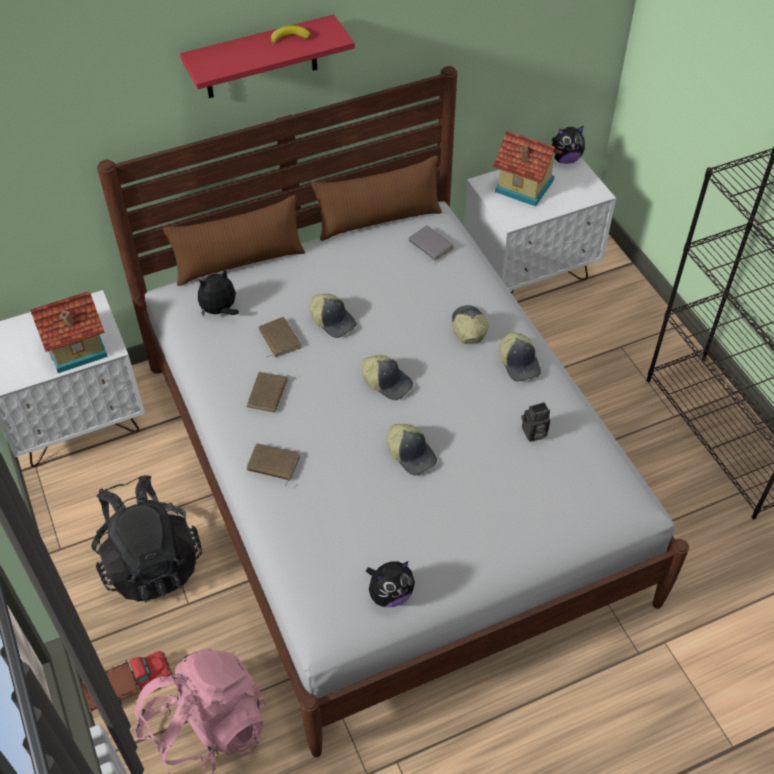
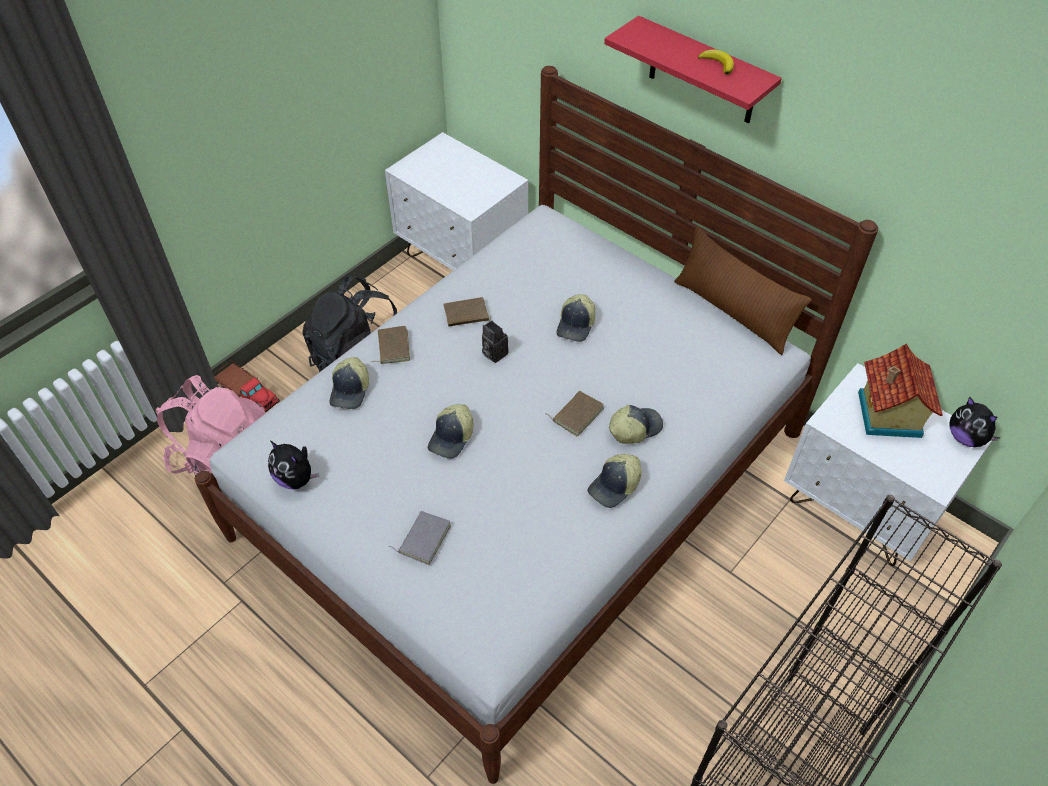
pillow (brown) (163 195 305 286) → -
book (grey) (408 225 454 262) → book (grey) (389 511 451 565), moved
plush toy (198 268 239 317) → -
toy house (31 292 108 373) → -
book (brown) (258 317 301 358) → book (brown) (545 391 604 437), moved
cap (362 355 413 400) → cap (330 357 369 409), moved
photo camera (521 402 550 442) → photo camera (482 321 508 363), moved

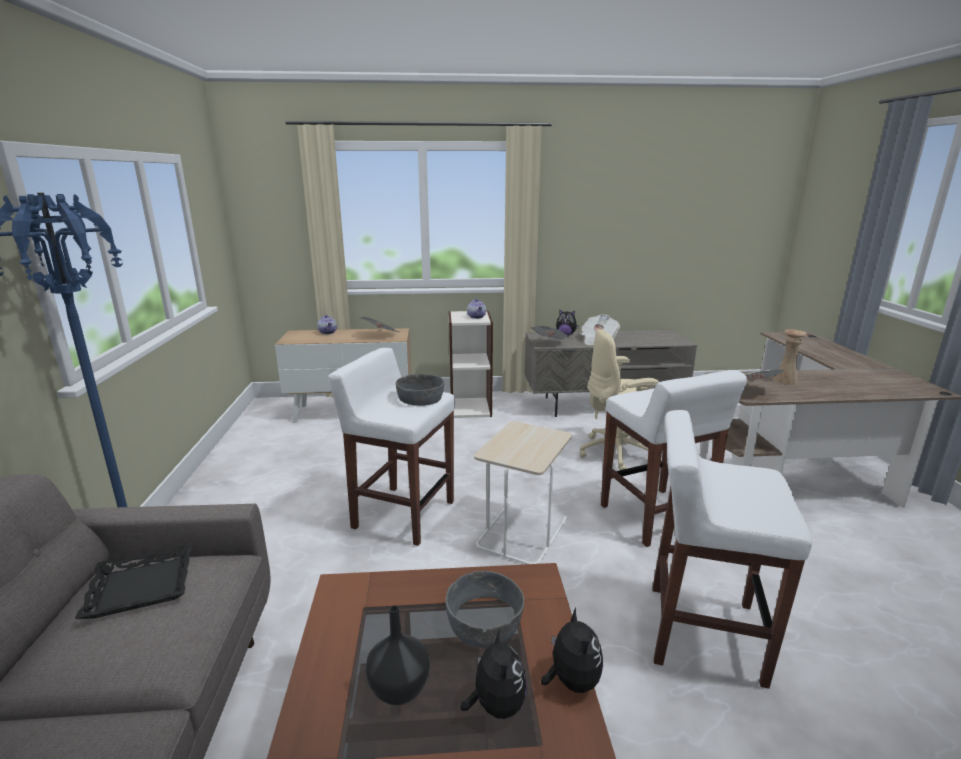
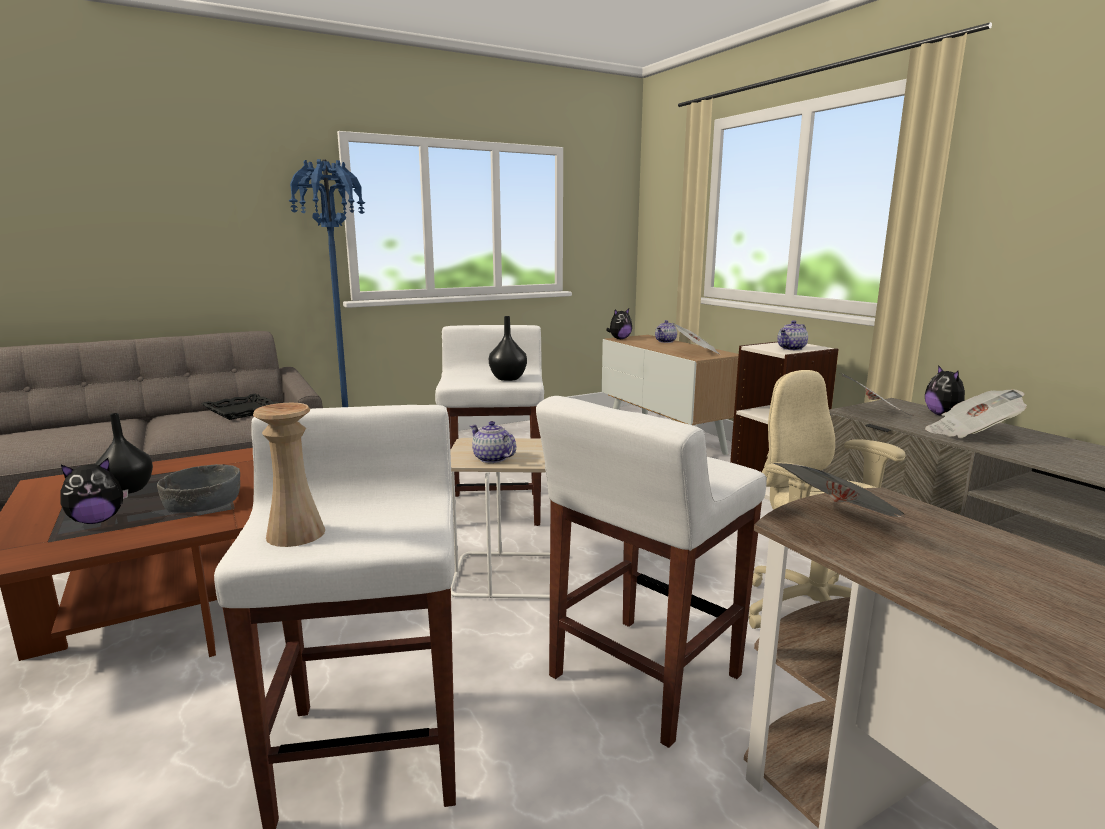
vase (beige) (774 330 807 385) → vase (beige) (253 403 325 547), moved
bowl (grey) (396 374 444 406) → vase (black) (489 316 527 381)
plush toy (541 608 603 693) → plush toy (606 309 632 339), moved
- → teapot (470 421 516 463)

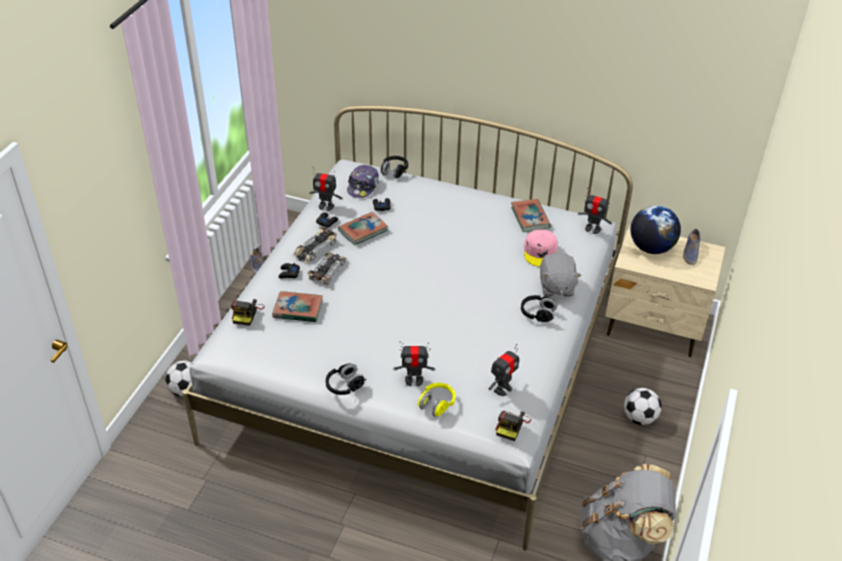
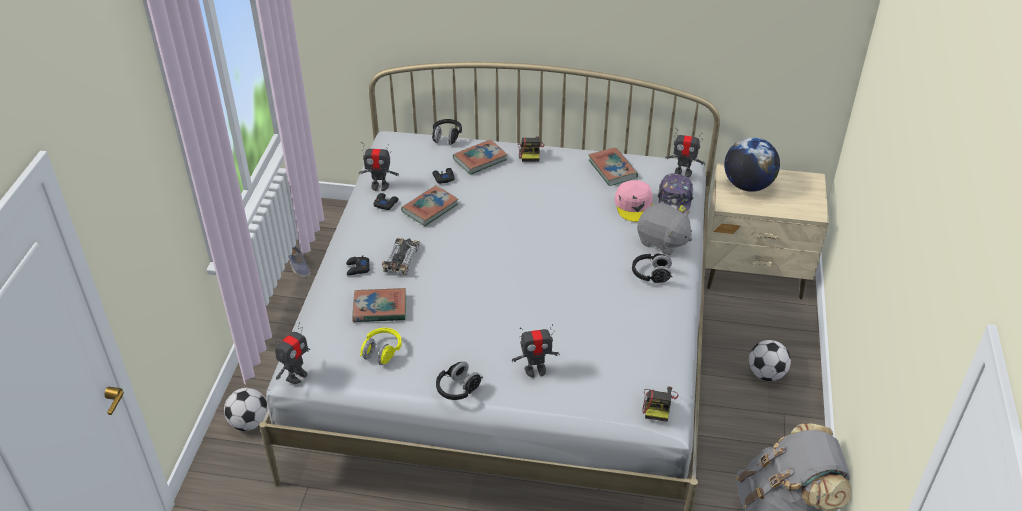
cap (347 165 379 198) → cap (658 174 693 214), moved
toy car (293 226 337 263) → -
shoe (683 229 701 265) → -
plush toy (grey) (540 253 582 297) → plush toy (grey) (637 203 692 255), 45 degrees counterclockwise
photo camera (231 299 265 326) → photo camera (518 136 544 162), moved
toy robot (489 344 519 396) → toy robot (275 322 310 384), moved
headphones (yellow) (417 383 455 417) → headphones (yellow) (360 328 402 365), moved
- → book (453 139 508 175)

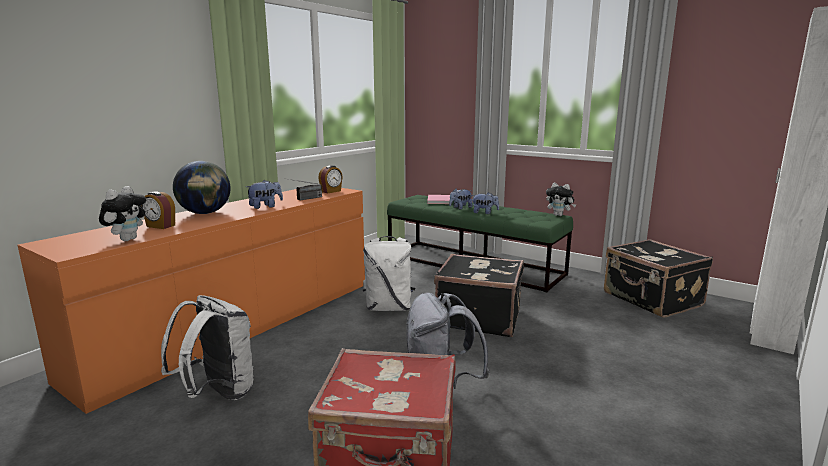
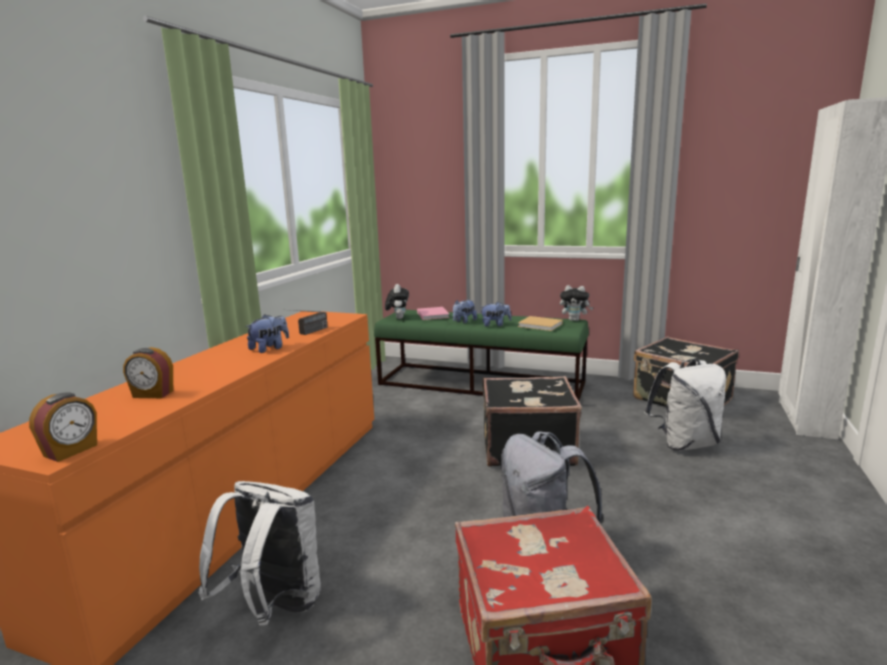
globe (173 161 231 214) → -
alarm clock (318 165 343 193) → alarm clock (29 392 97 462), moved
plush toy (99 186 146 241) → plush toy (385 284 409 319), moved
backpack (white) (363 236 416 311) → backpack (white) (644 359 726 451), moved
- → book (beige) (518 316 563 331)

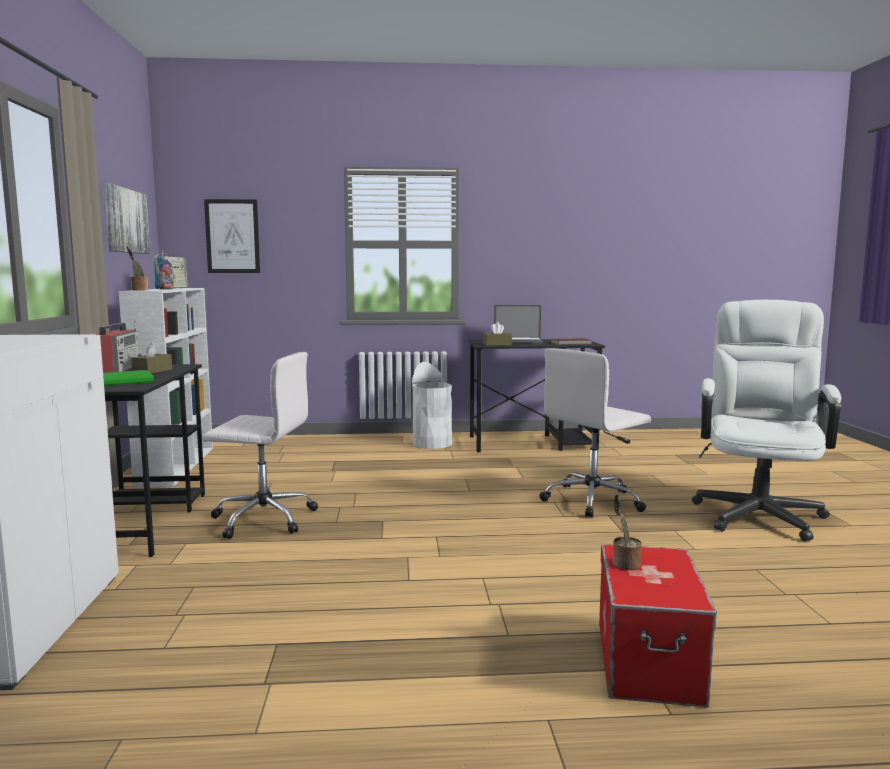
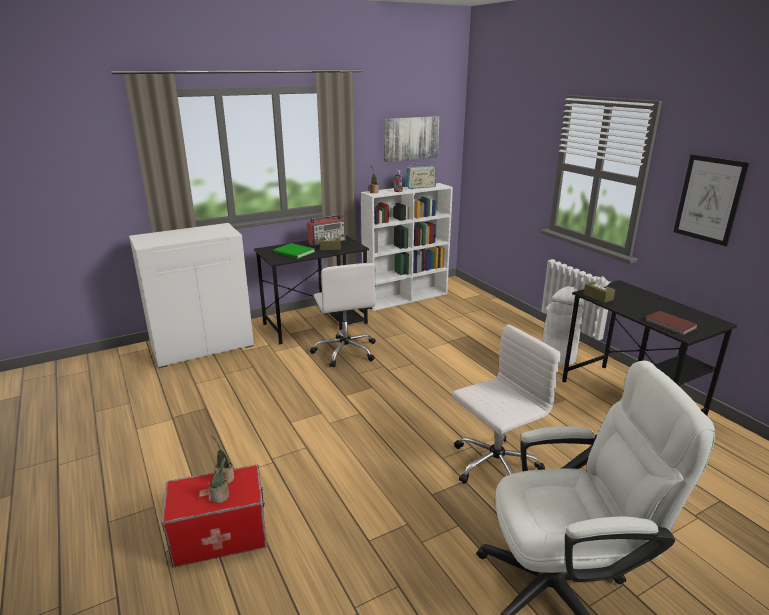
picture (204 199 260 273) → picture (674 155 749 246), moved
laptop (494 305 543 344) → -
office chair (white) (539 348 651 518) → office chair (white) (452 324 561 484), 120 degrees clockwise
- → potted plant (209 457 229 503)

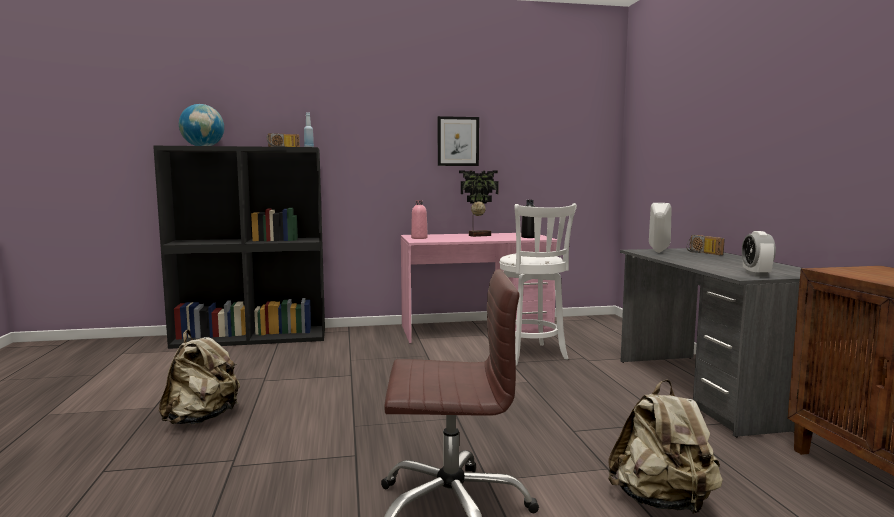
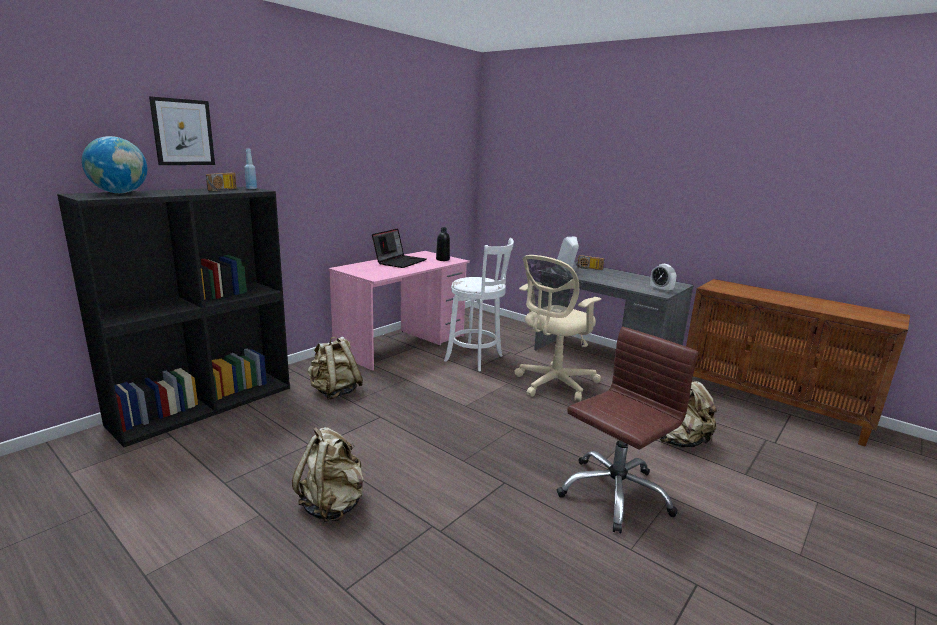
picture (438 116 479 166) → picture (149 96 215 165), moved
potted plant (459 170 499 237) → laptop (372 228 426 268)
bottle (pink) (411 200 428 239) → -
- → office chair (beige) (514 255 601 401)
- → backpack (beige) (307 336 363 400)

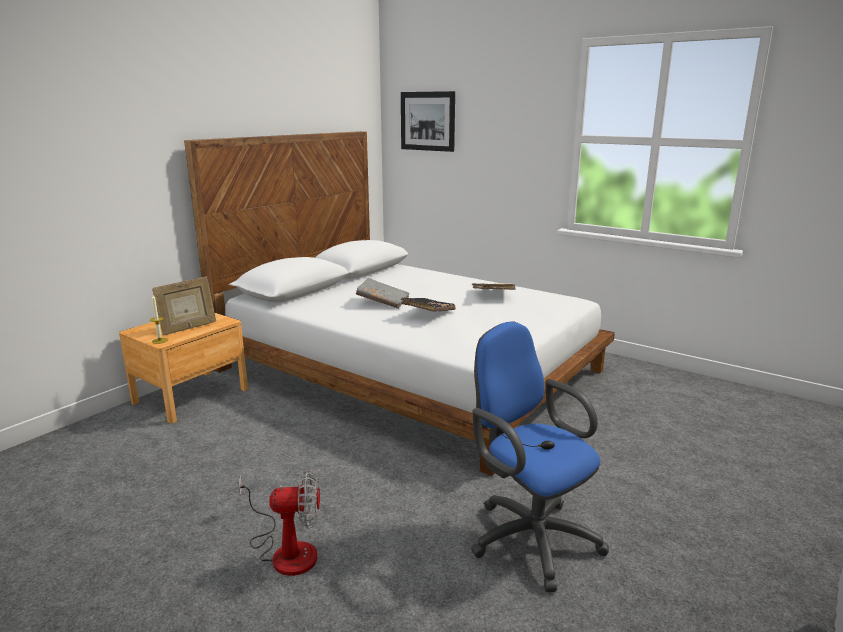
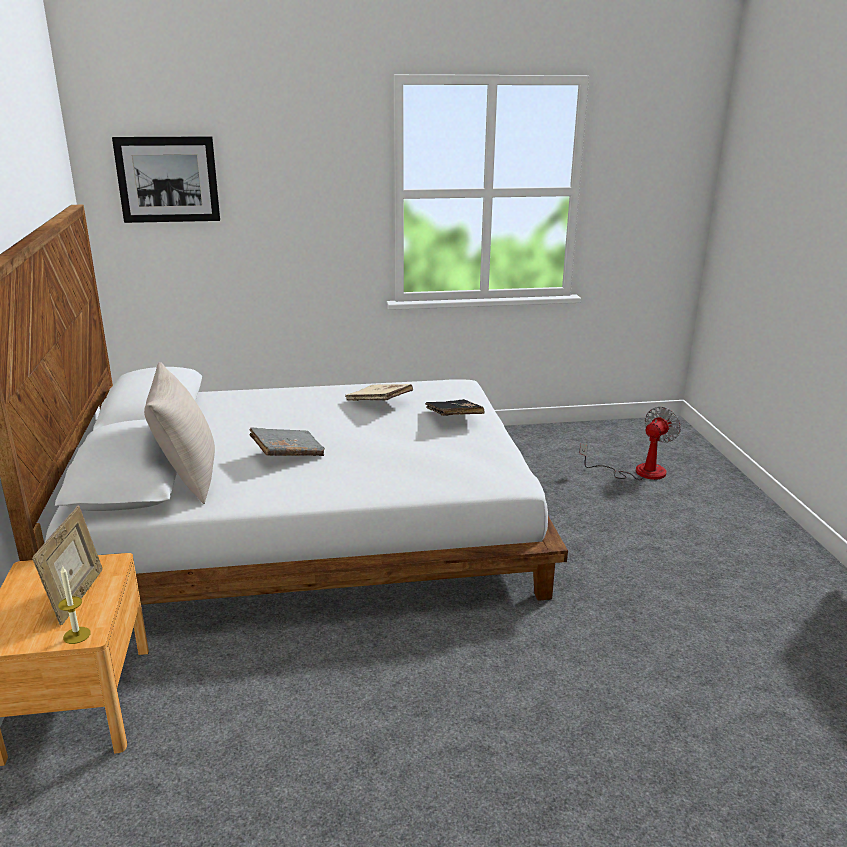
book (black) (401 298 456 312) → book (black) (425 399 485 416), moved
office chair (blue) (471 321 609 592) → -
fan (238 470 320 576) → fan (579 407 681 480), moved
- → pillow (beige) (144 362 215 504)

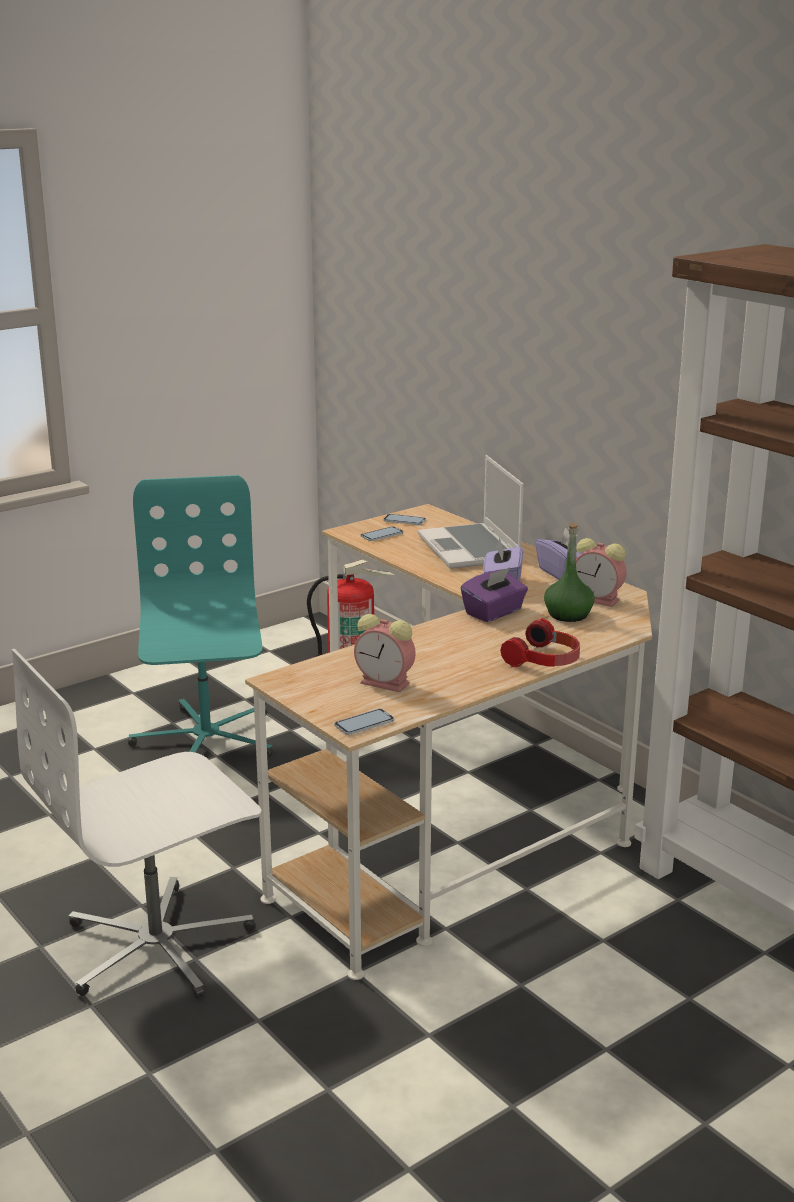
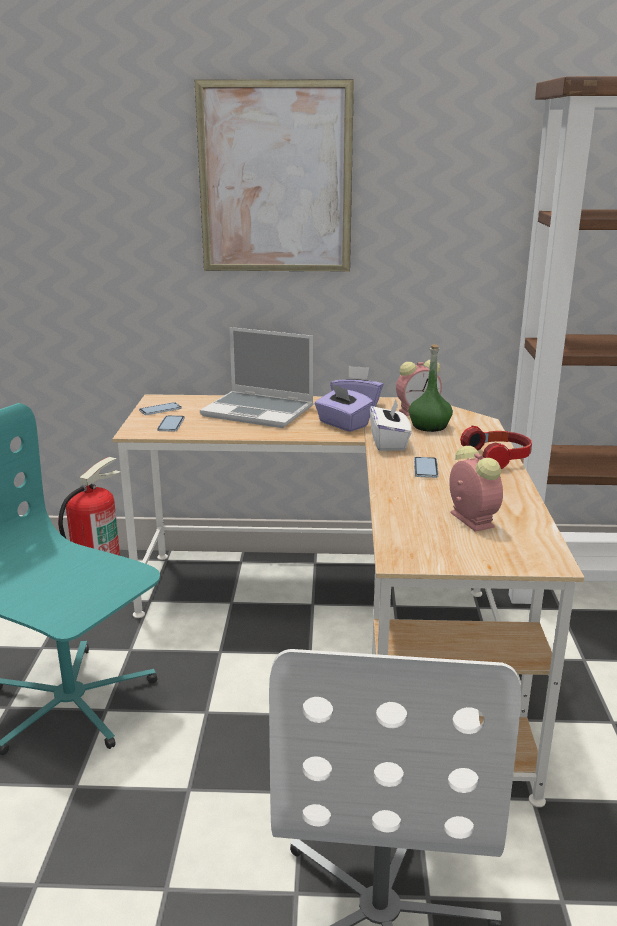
tissue box (purple) (461 567 528 622) → tissue box (white) (370 399 412 451)
alarm clock (354 614 416 692) → alarm clock (449 446 503 532), 90 degrees counterclockwise
phone (334 709 394 735) → phone (414 457 439 478), moved
- → picture (195 79 354 271)

